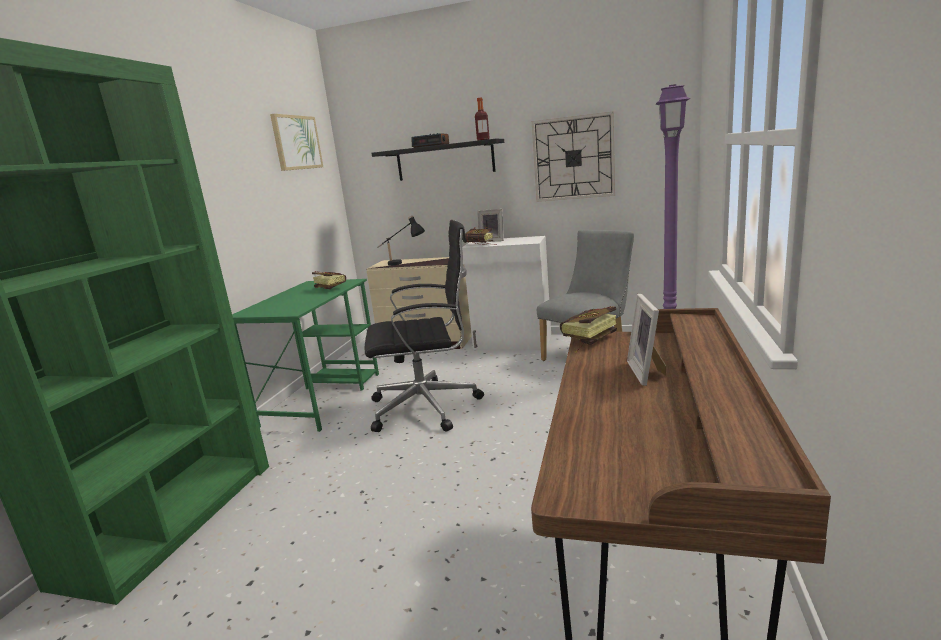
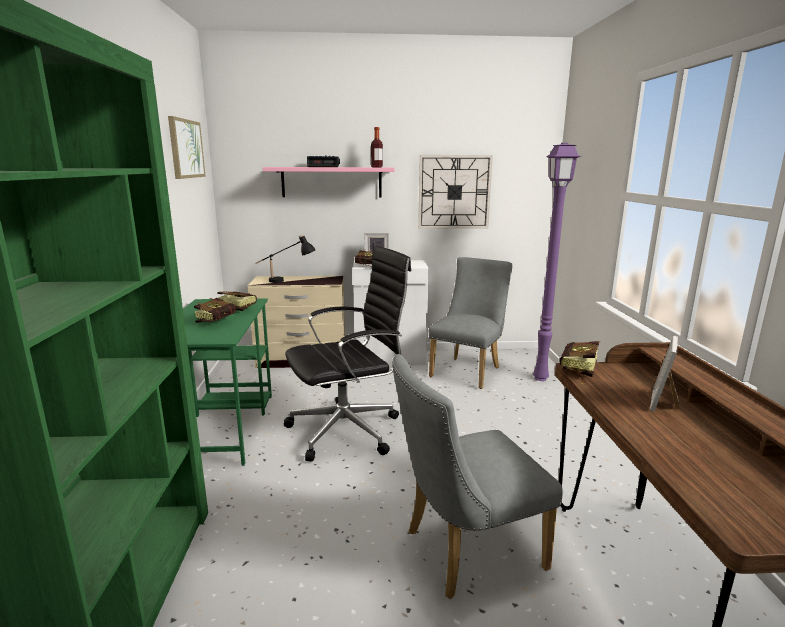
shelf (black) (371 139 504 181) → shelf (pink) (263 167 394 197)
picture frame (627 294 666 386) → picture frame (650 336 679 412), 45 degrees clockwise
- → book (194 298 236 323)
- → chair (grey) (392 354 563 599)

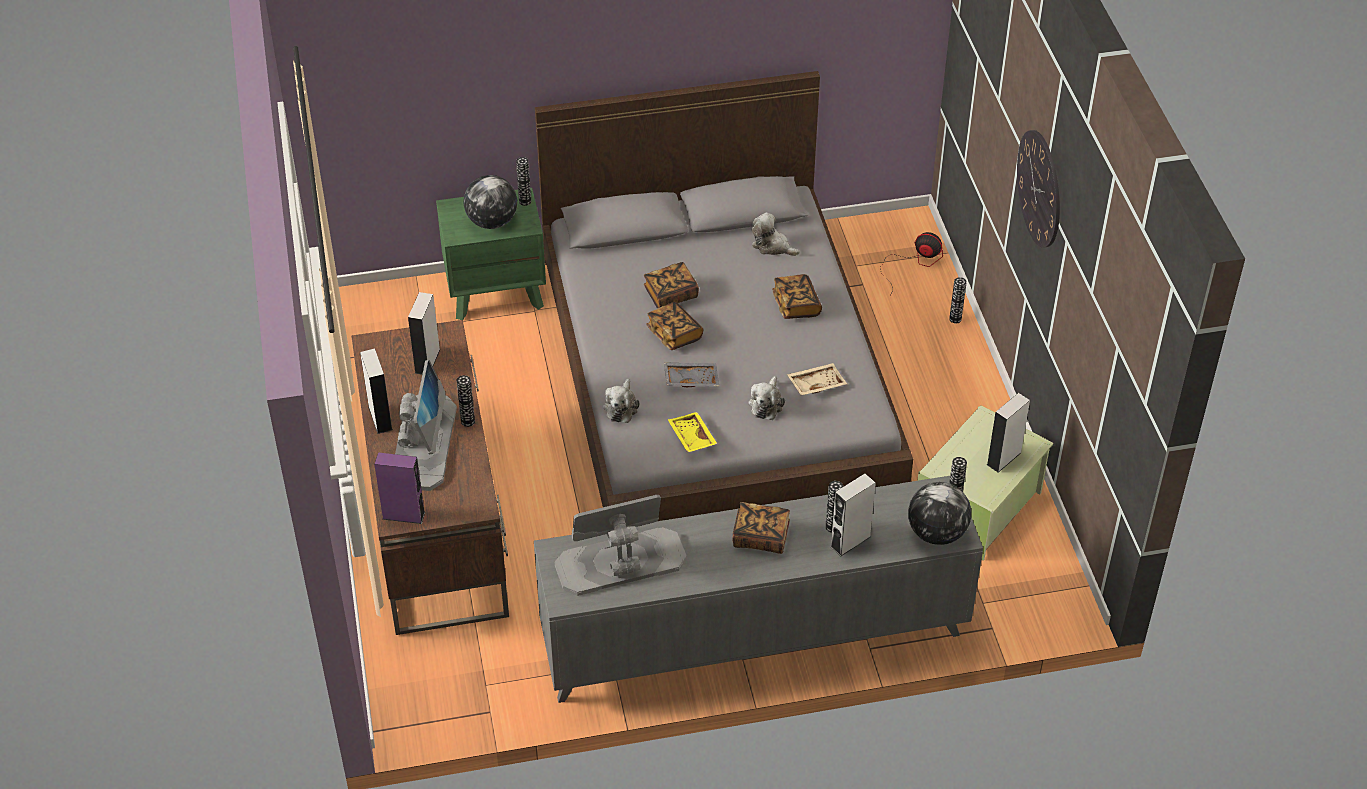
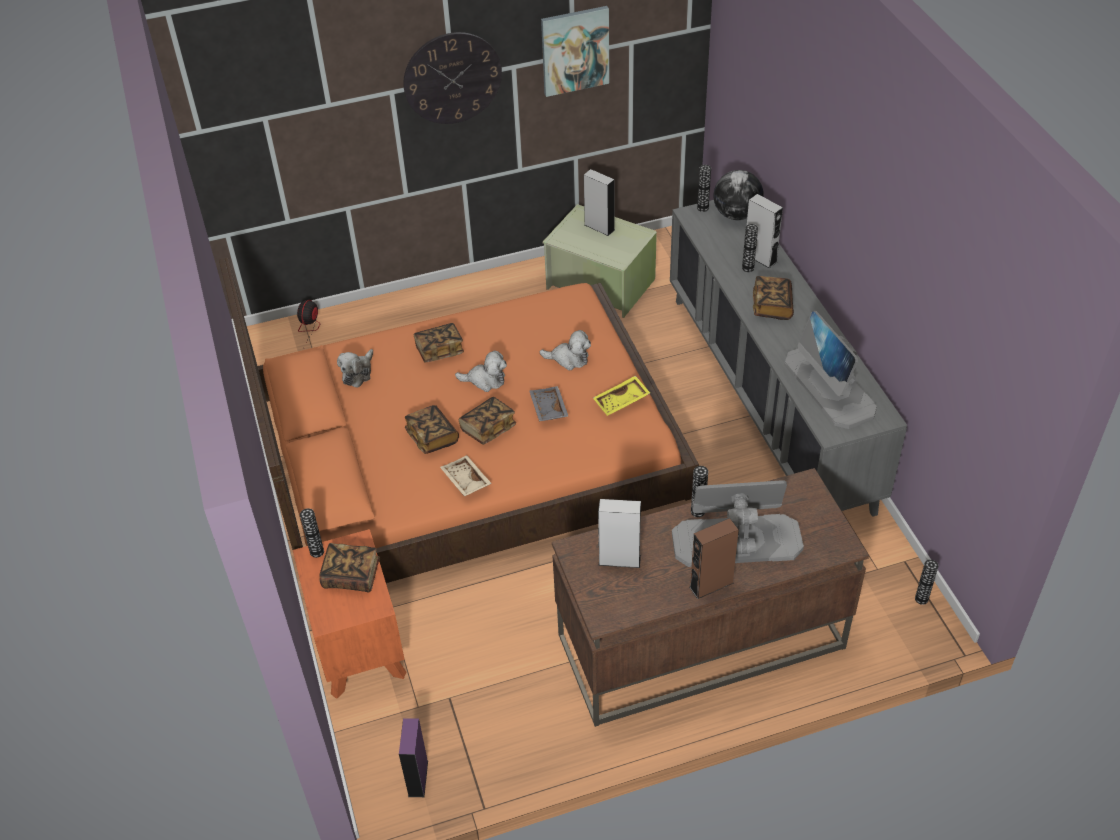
bed (grey) (535 71 913 521) → bed (orange) (219 258 699 583)
globe (464 175 517 229) → book (319 543 380 592)
nightstand (green) (436 188 546 320) → nightstand (orange) (293 529 406 699)
vase (949 277 967 323) → vase (915 559 938 605), moved
speaker (grey) (360 349 393 434) → speaker (brown) (689 518 739 599)
tray (beige) (787 363 847 395) → tray (beige) (440 455 492 496), moved
plush toy (603 379 640 423) → plush toy (455 351 507 392), moved
speaker (purple) (374 453 425 524) → speaker (purple) (399 718 428 797), moved
- → picture (541 6 609 97)

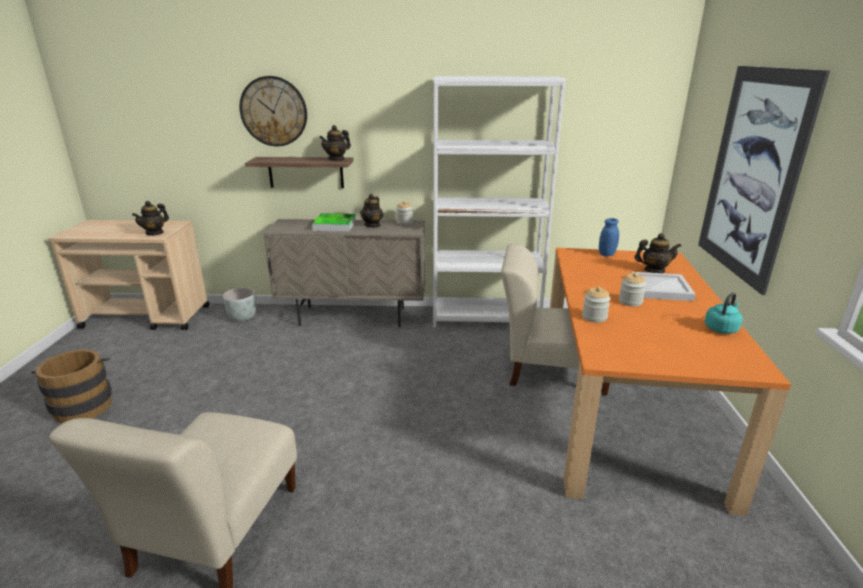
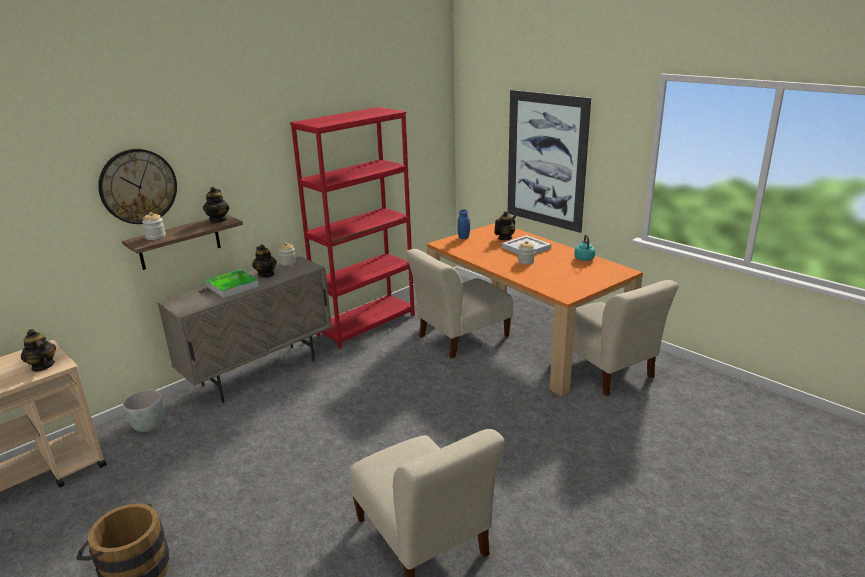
bookcase (white) (433 76 566 327) → bookcase (red) (290 107 415 349)
teapot (132 201 169 236) → teapot (21 329 56 372), 150 degrees clockwise
jar (582 286 611 323) → jar (142 212 166 240), moved
- → chair (beige) (552 280 679 396)

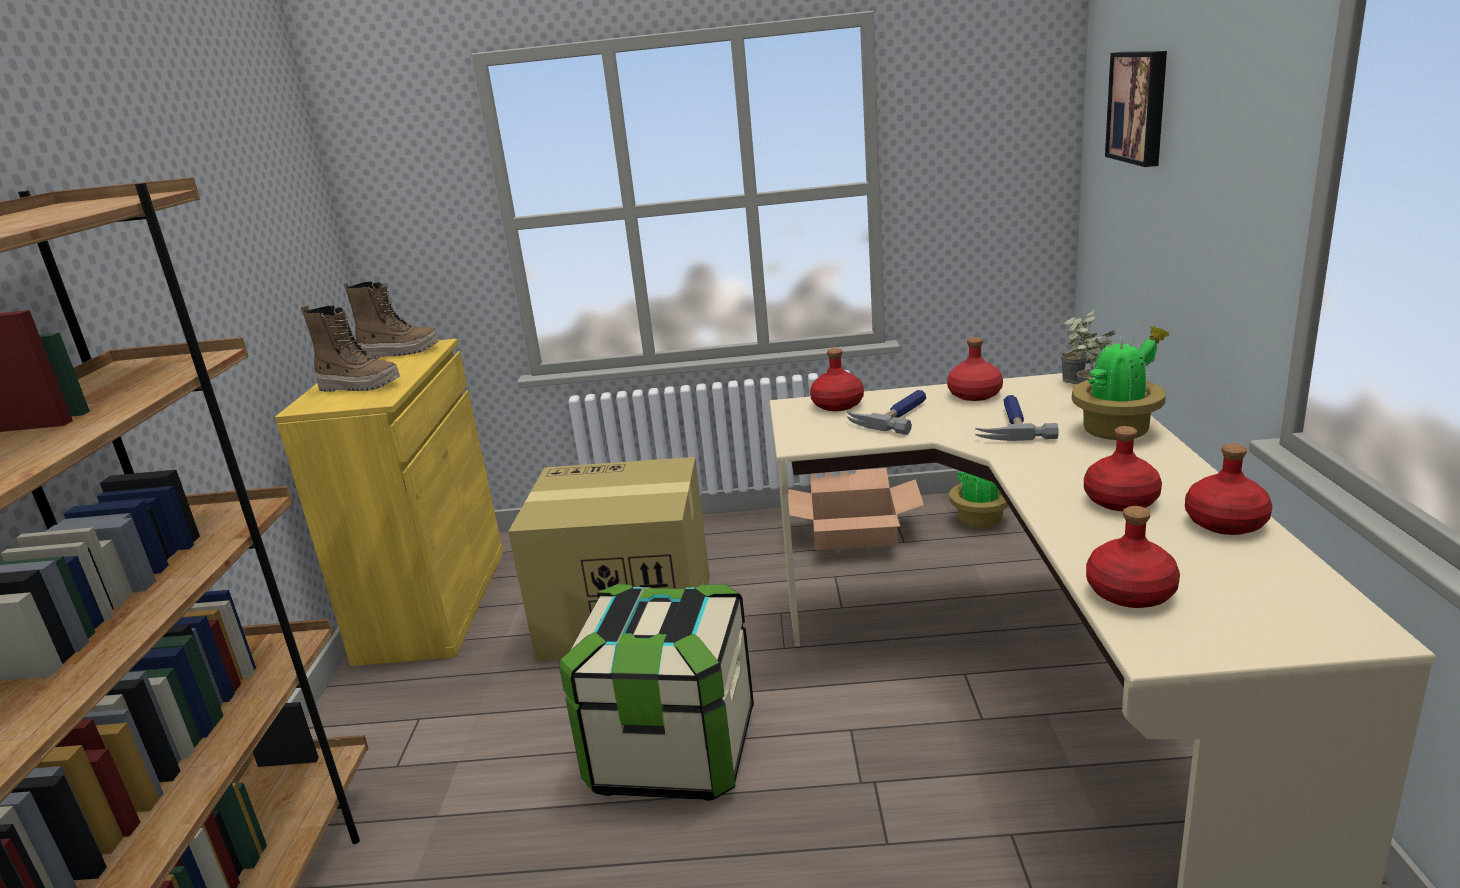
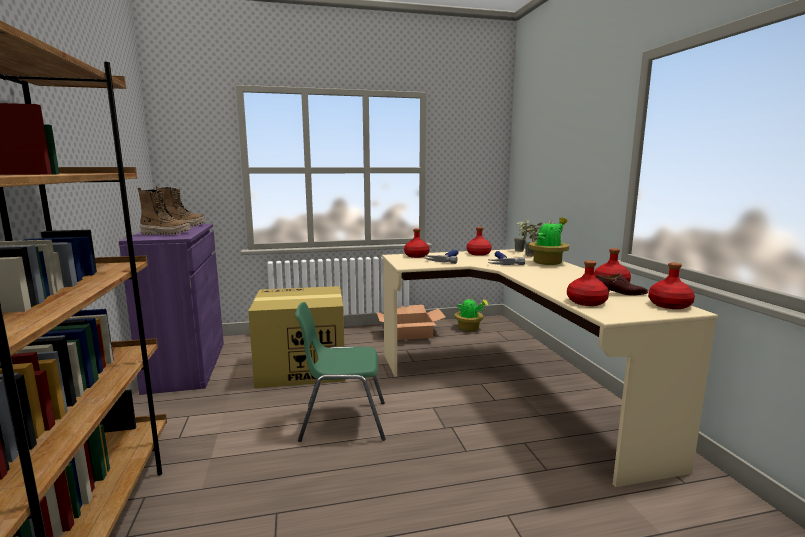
picture (1105 51 1167 167) → -
cabinet (yellow) (275 339 503 666) → cabinet (purple) (119 224 224 395)
bottle (red) (1084 426 1162 511) → bottle (red) (648 262 695 309), moved
storage box (559 584 754 801) → chair (green) (295 302 386 442)
- → shoe (brown) (596 274 648 295)

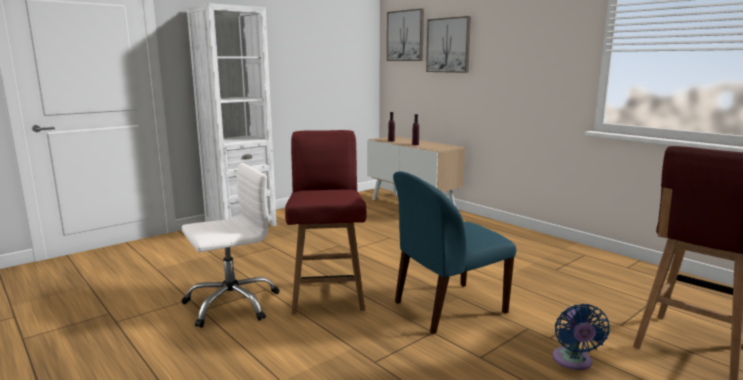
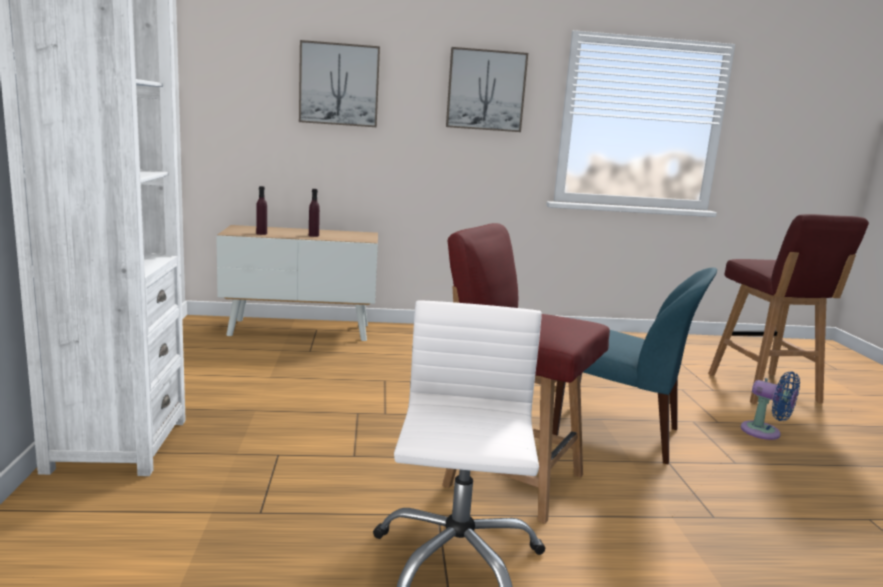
picture (387 8 424 61) → picture (446 47 528 132), moved
chair (blue) (393 172 517 334) → chair (blue) (552 267 717 464), 75 degrees counterclockwise

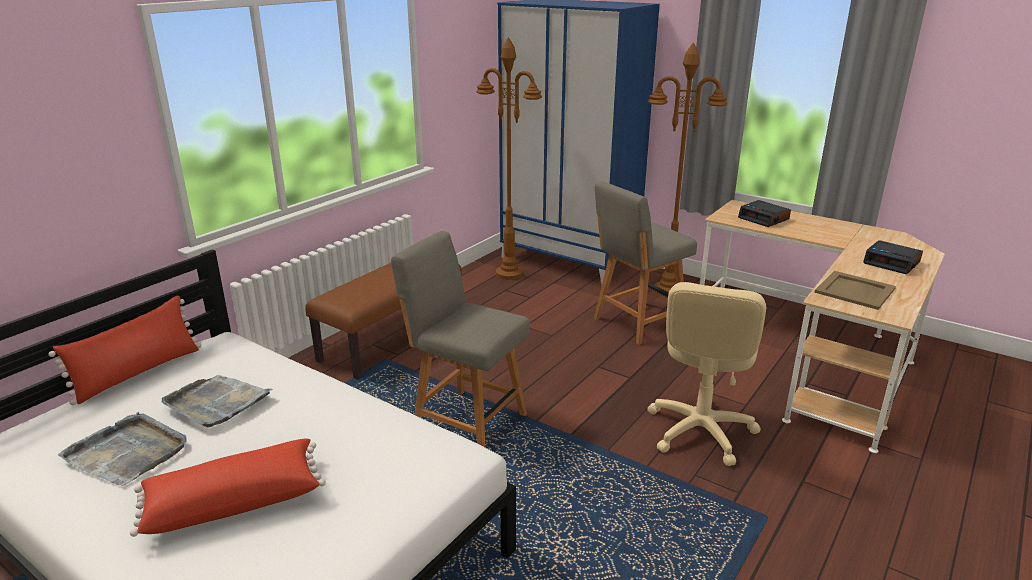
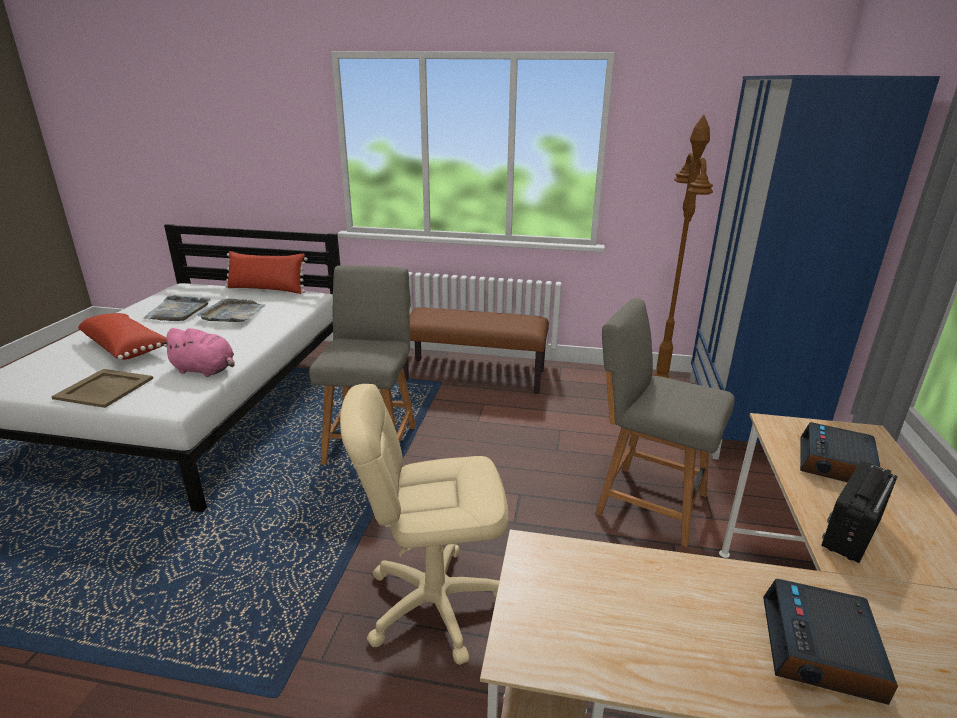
floor lamp (brown) (648 42 727 296) → -
tray (beige) (814 271 896 310) → tray (beige) (51 369 153 408), moved
- → plush toy (pink) (161 328 235 377)
- → radio (821 461 898 563)

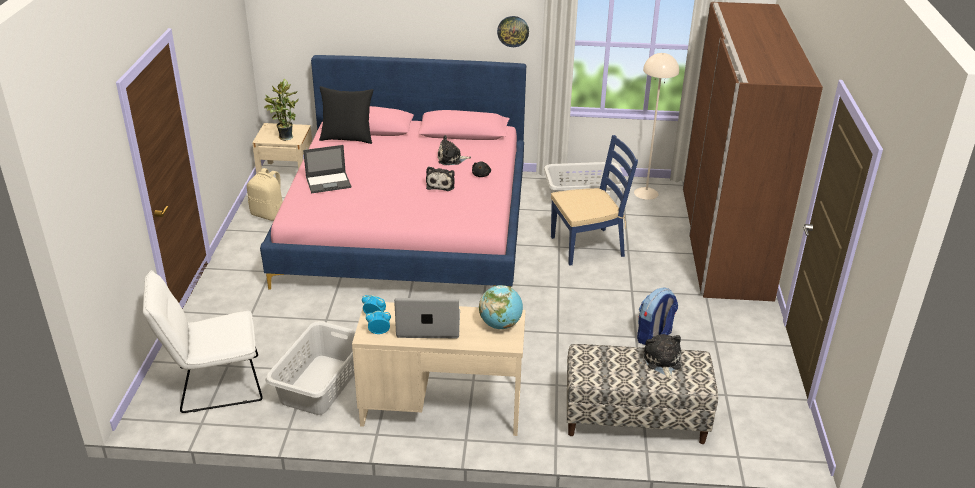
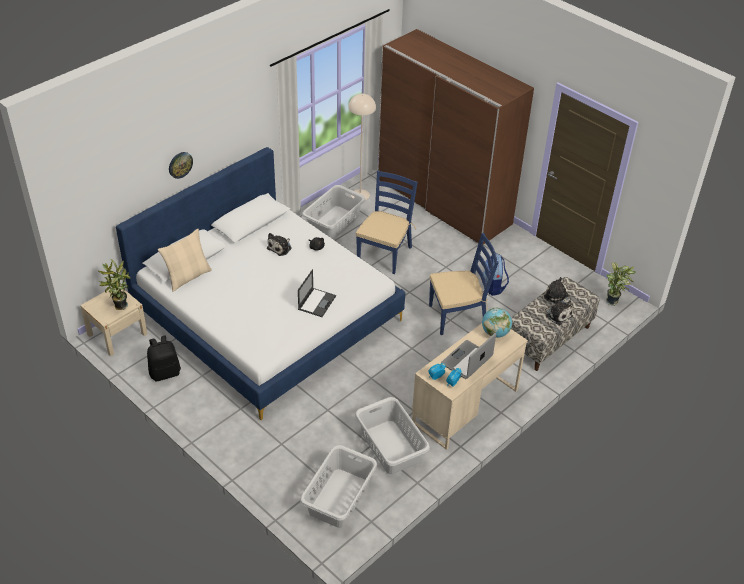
wall clock (497 16 529 47) → wall clock (169 152 193 179), moved
bed (pink) (260 55 526 290) → bed (white) (116 147 405 420)
pillow (black) (319 86 374 144) → pillow (beige) (158 228 212 292)
laptop (303 145 351 194) → laptop (298 269 336 317), moved
plush toy (426 167 455 191) → plush toy (544 300 573 325), moved
backpack (beige) (247 168 283 221) → backpack (black) (147 335 181 382)
chair (white) (143 270 263 413) → laundry basket (grey) (300 445 377 528)
- → chair (blue) (429 233 498 335)
- → potted plant (606 262 635 306)

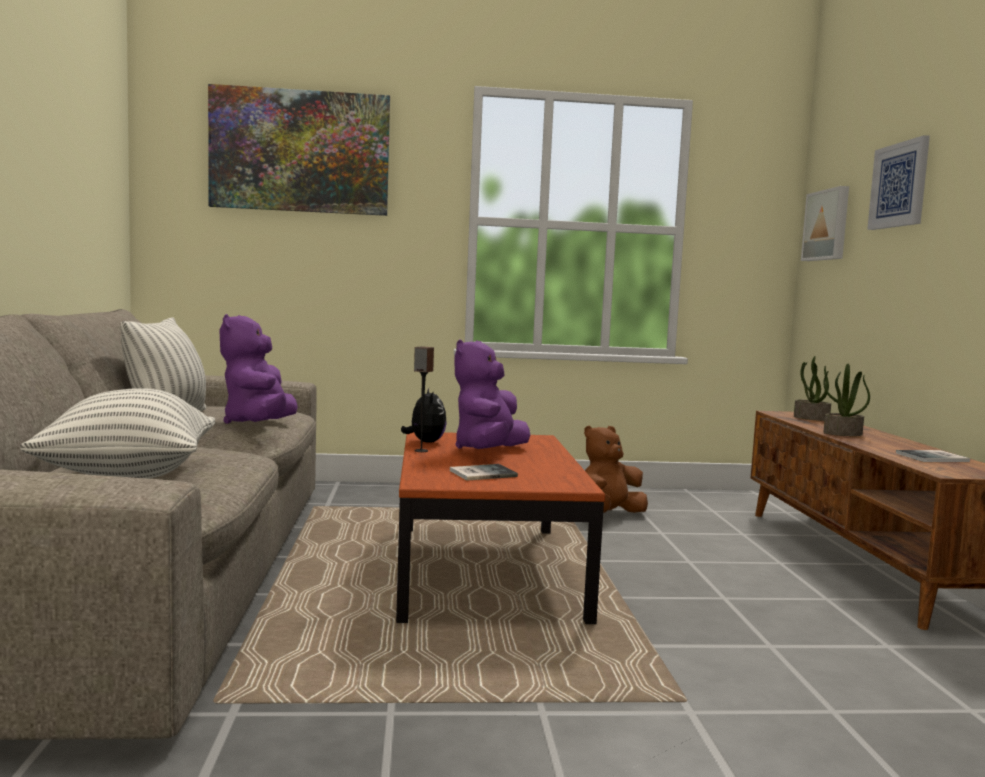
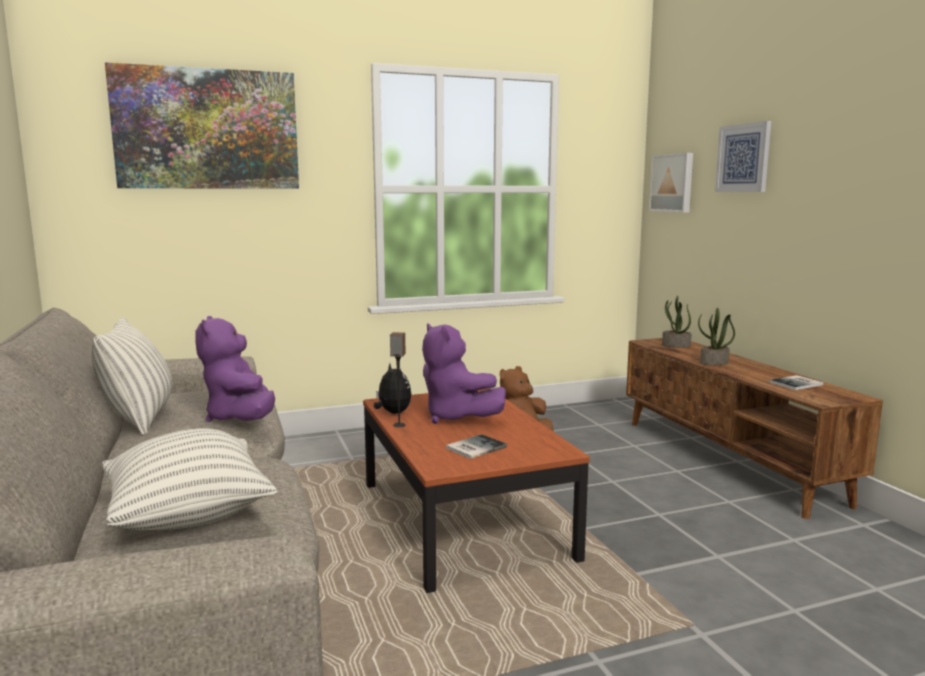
plush toy (purple) (454 340 530 449) → plush toy (purple) (422 323 506 424), 45 degrees counterclockwise

